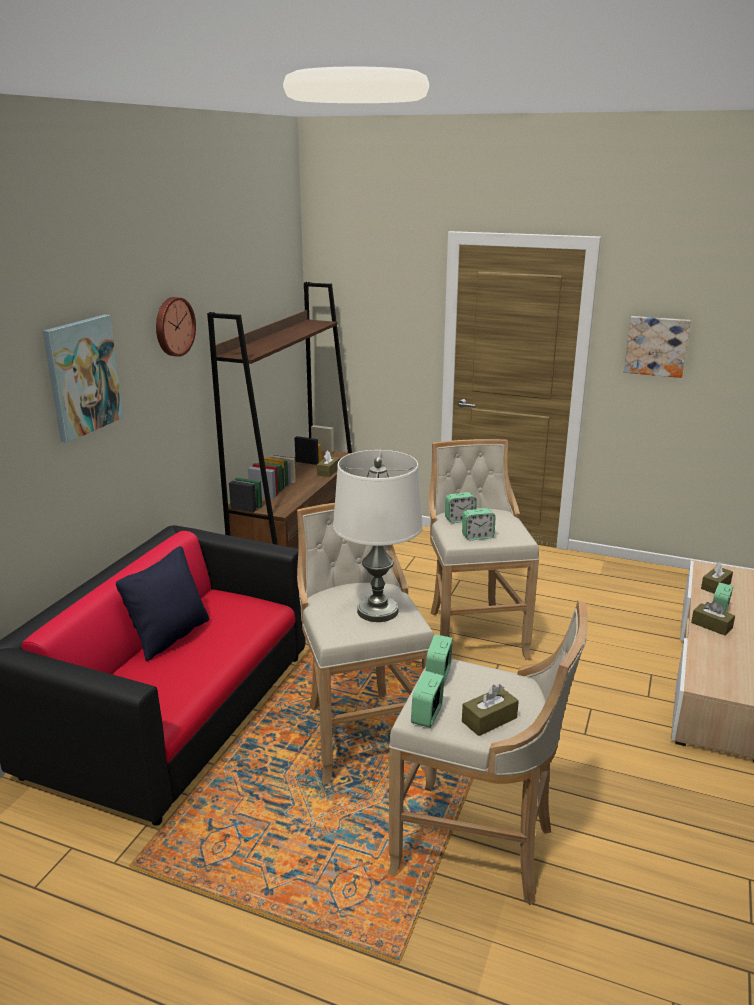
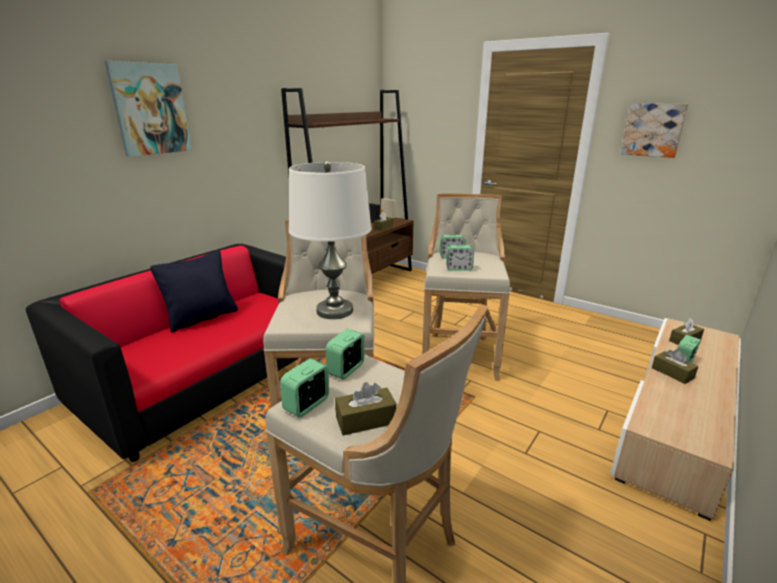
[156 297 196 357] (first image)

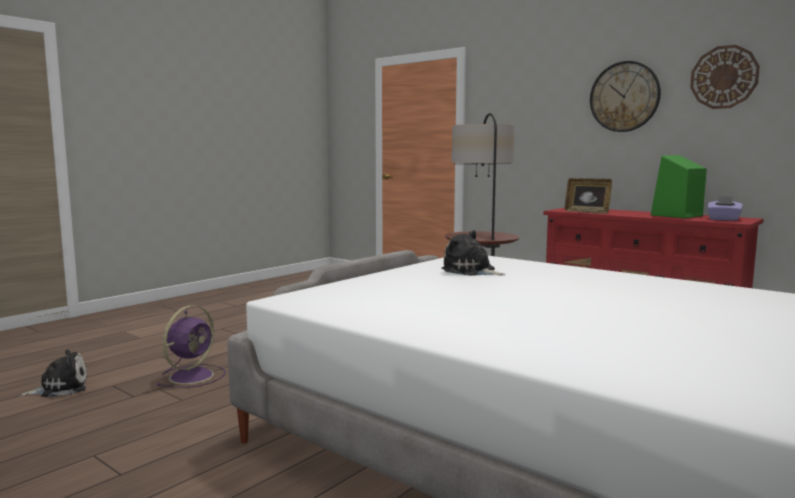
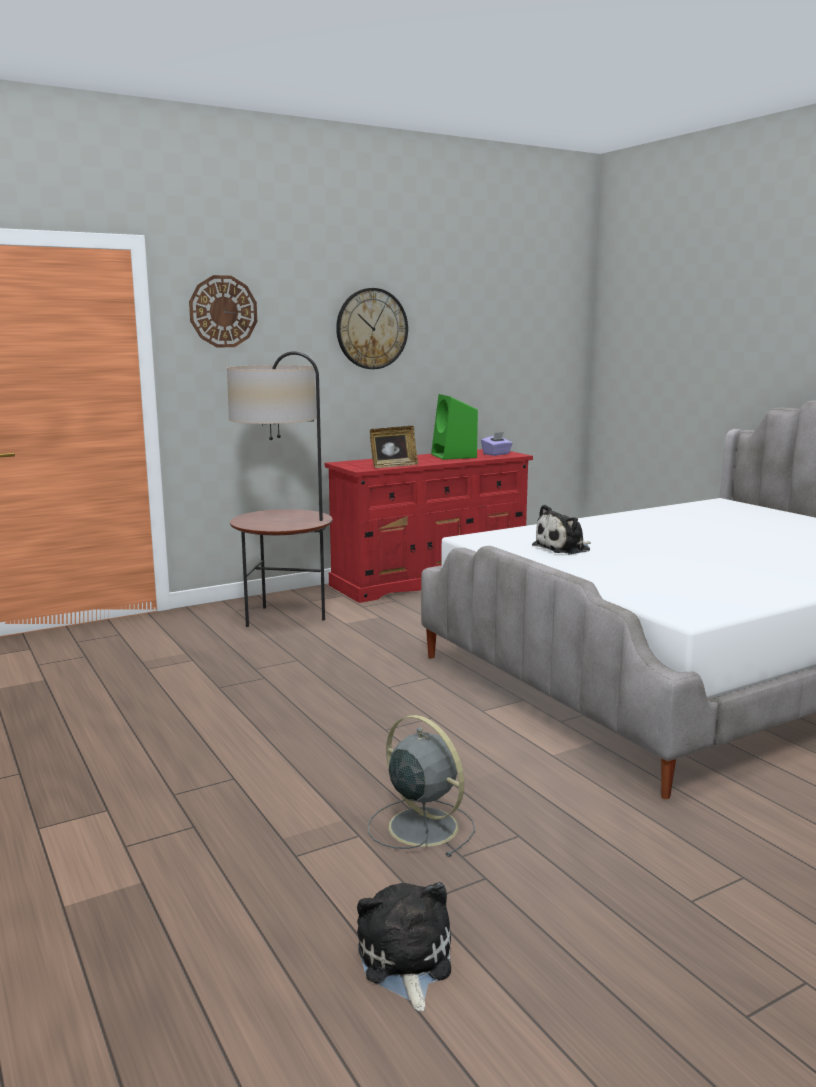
[189 275 257 347]
[368 715 475 857]

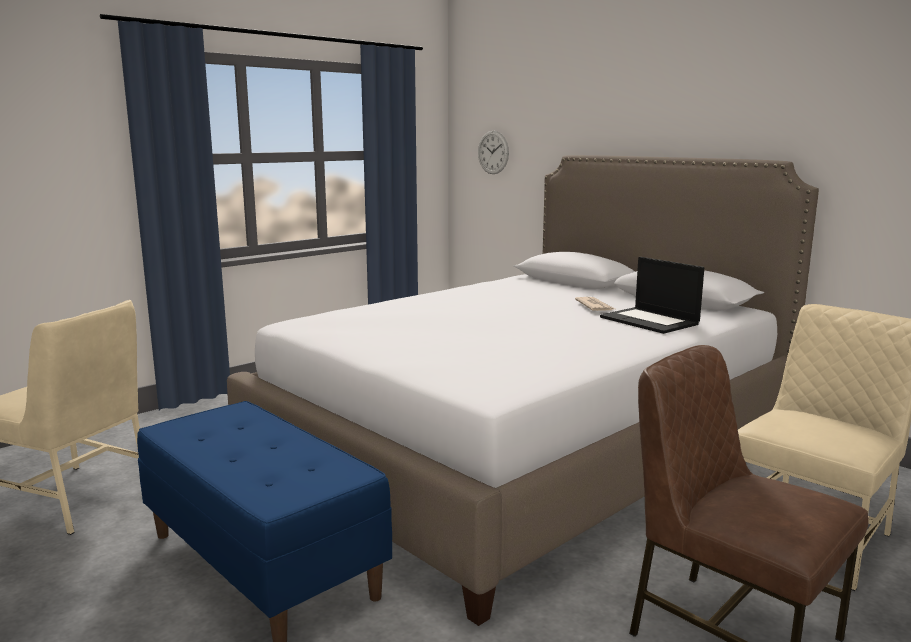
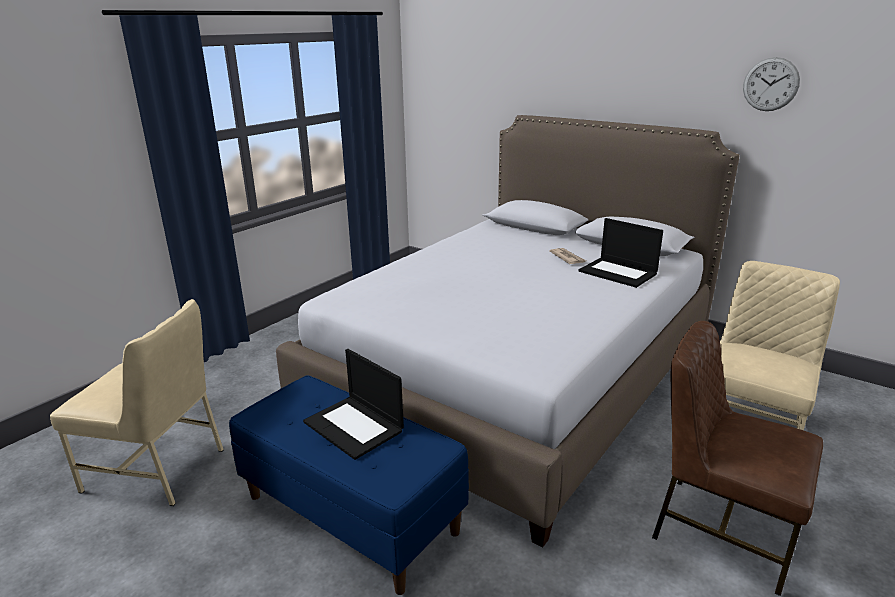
[303 349 404 460]
[743 57 800 111]

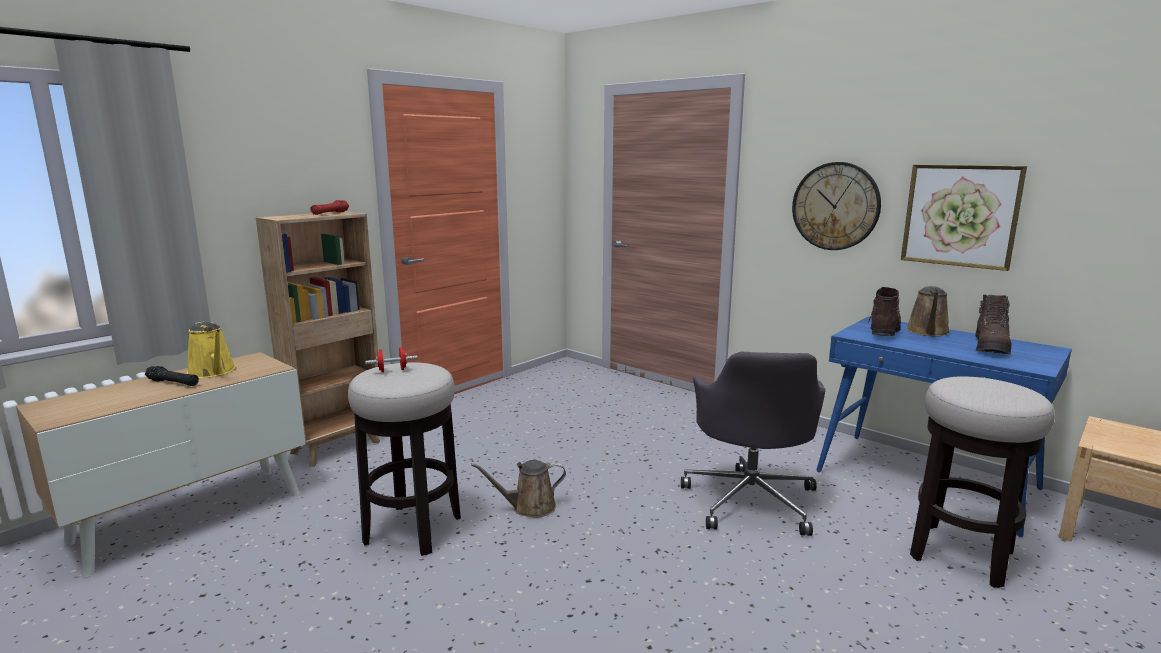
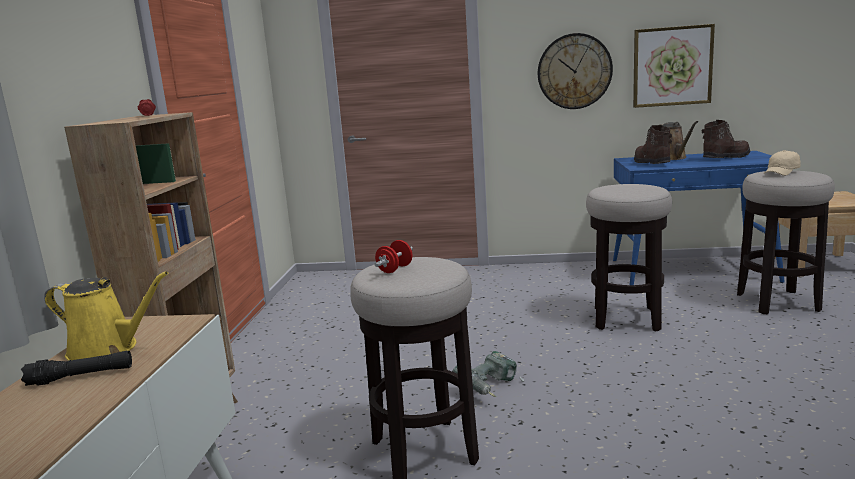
[452 351 525 397]
[586 184 672 332]
[702 120 750 158]
[763 150 801 176]

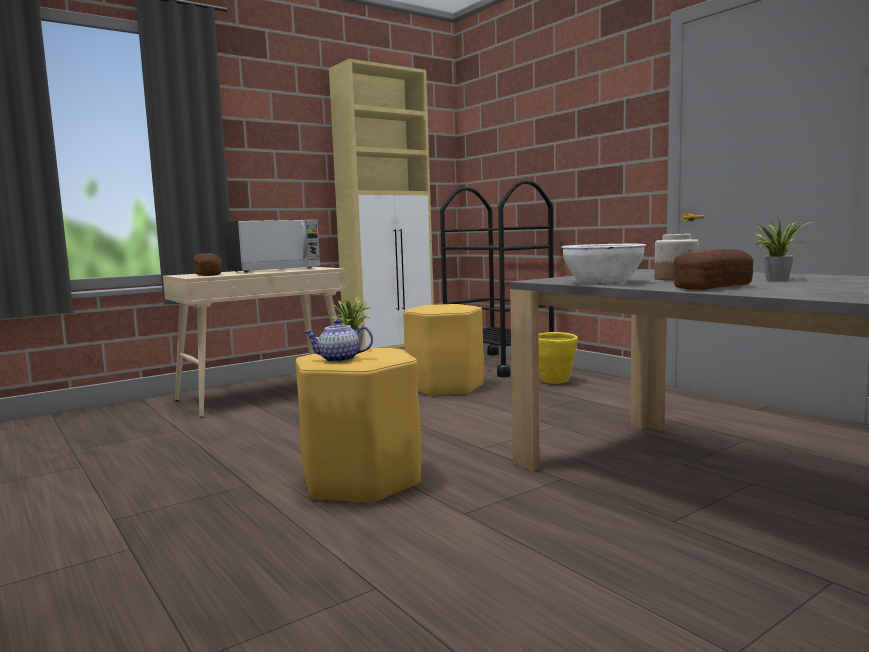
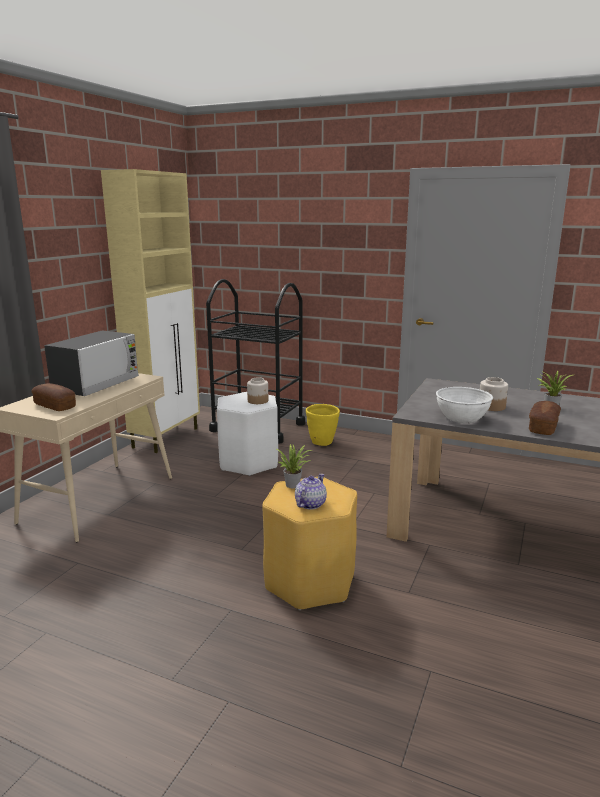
[217 392 278 476]
[247 378 268 404]
[295 474 327 510]

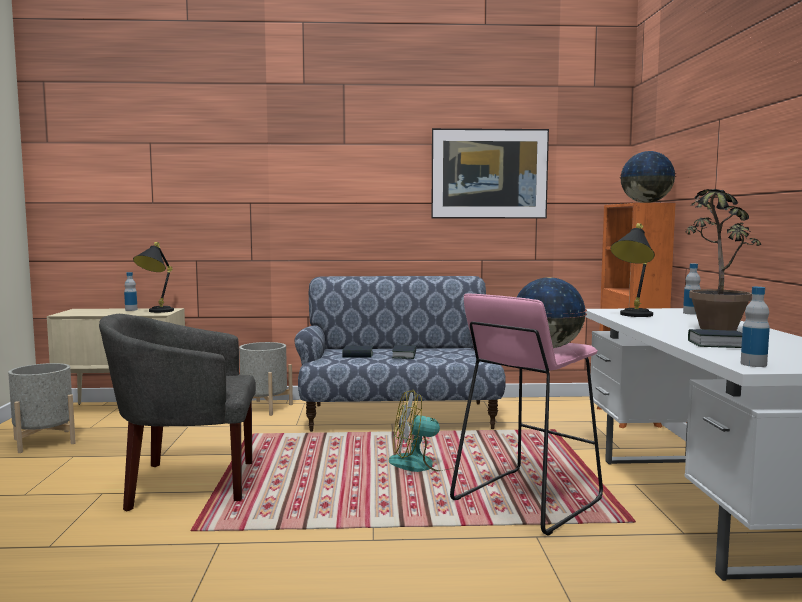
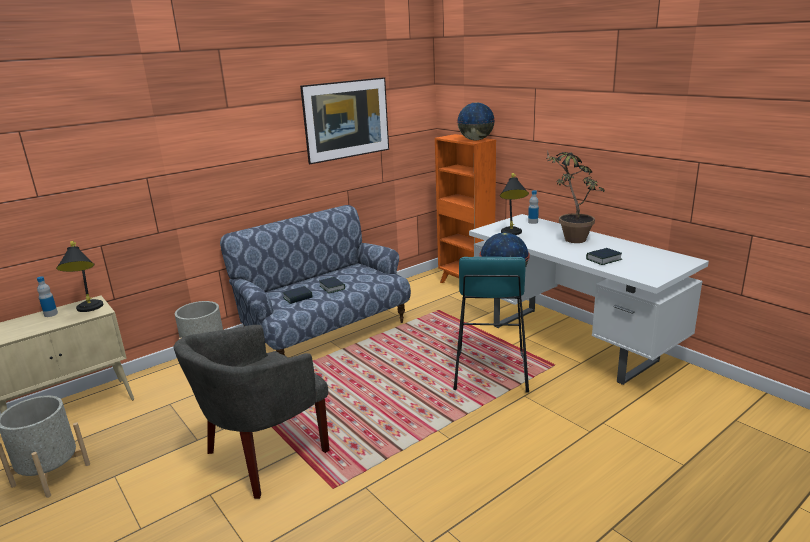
[453 257 529 393]
[389 390 455 472] (first image)
[740 287 770 367] (first image)

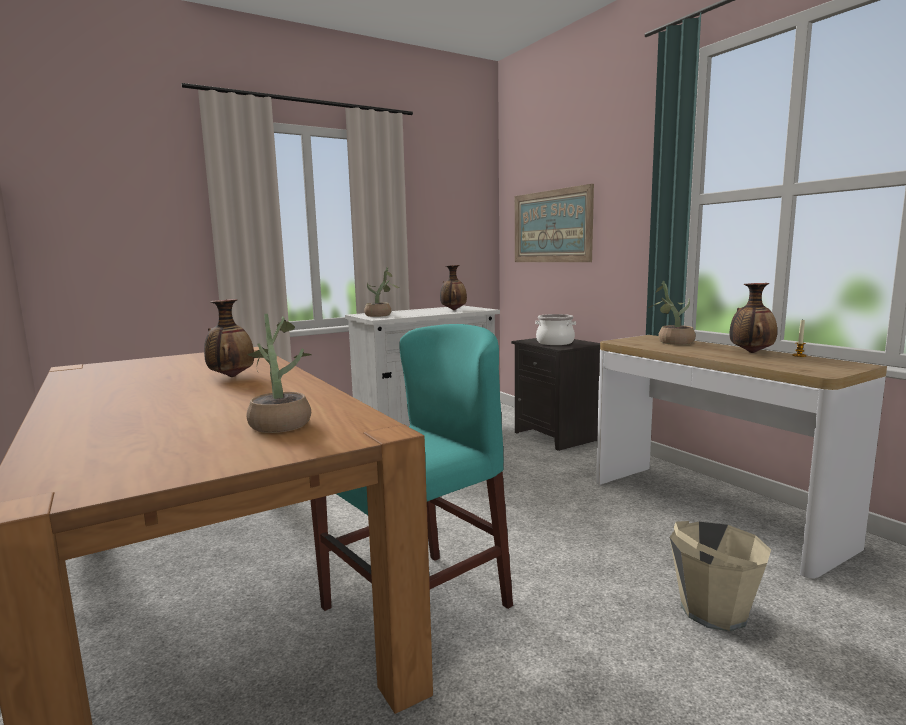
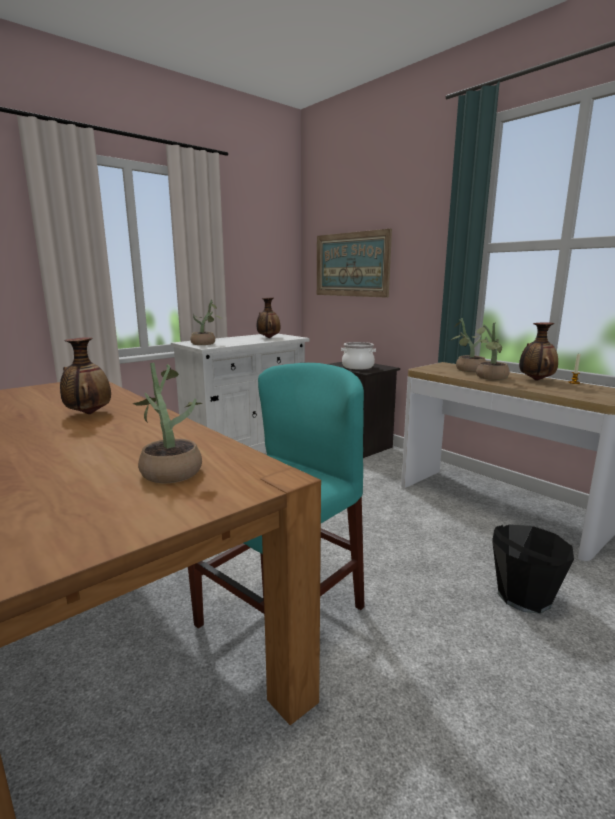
[476 322 510 380]
[492 524 574 614]

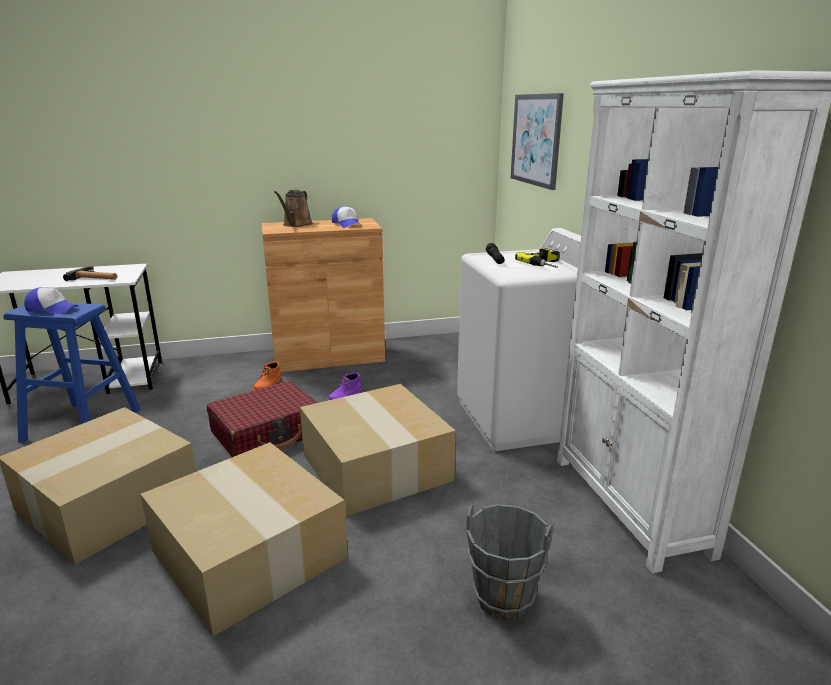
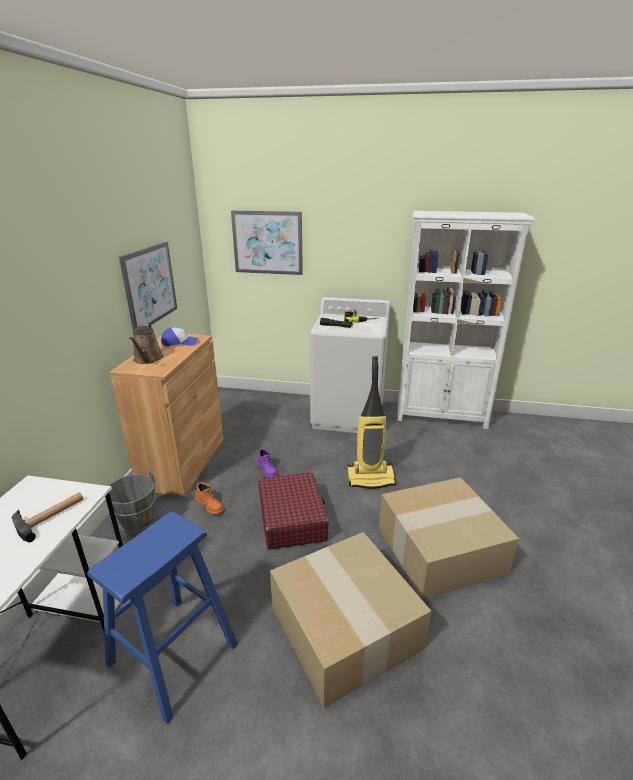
[109 470 156 537]
[119 242 177 330]
[129 324 164 364]
[347 356 396 489]
[24 287 78 314] (first image)

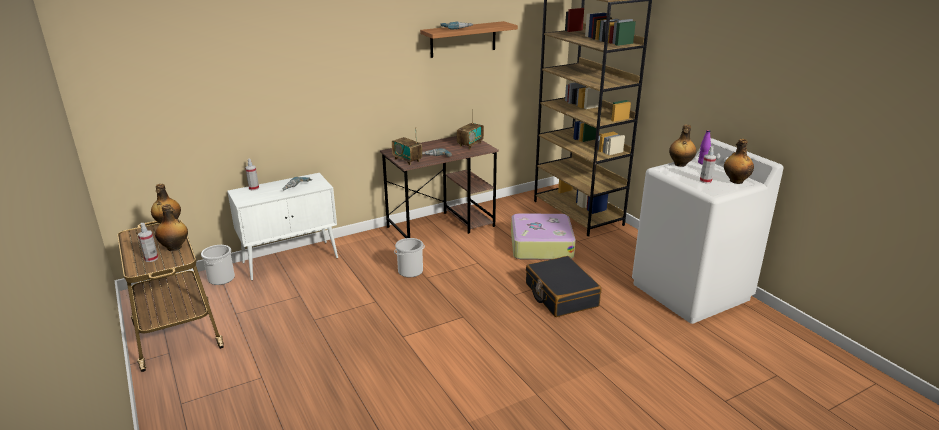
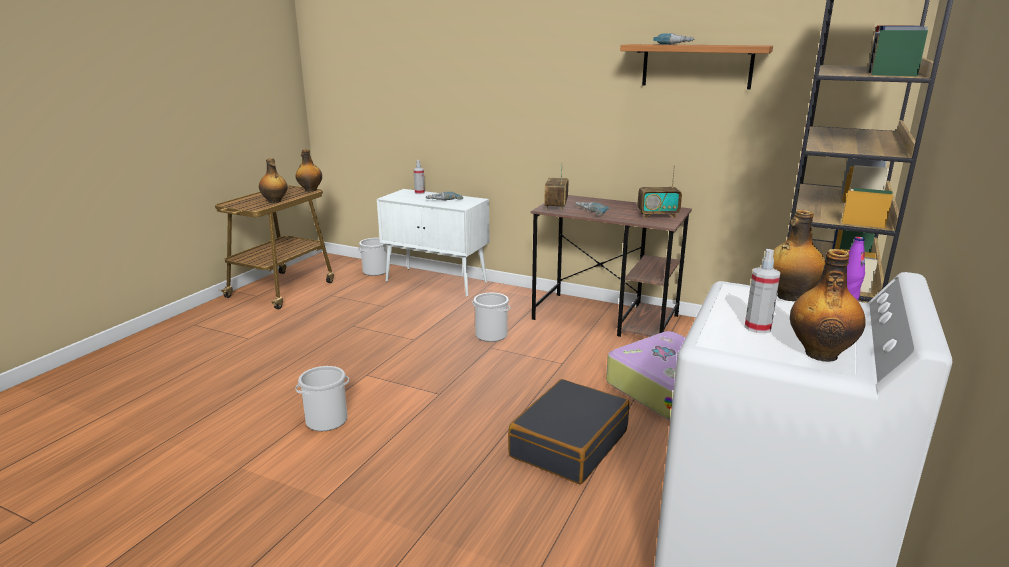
[295 366 349 431]
[138 223 158 262] (first image)

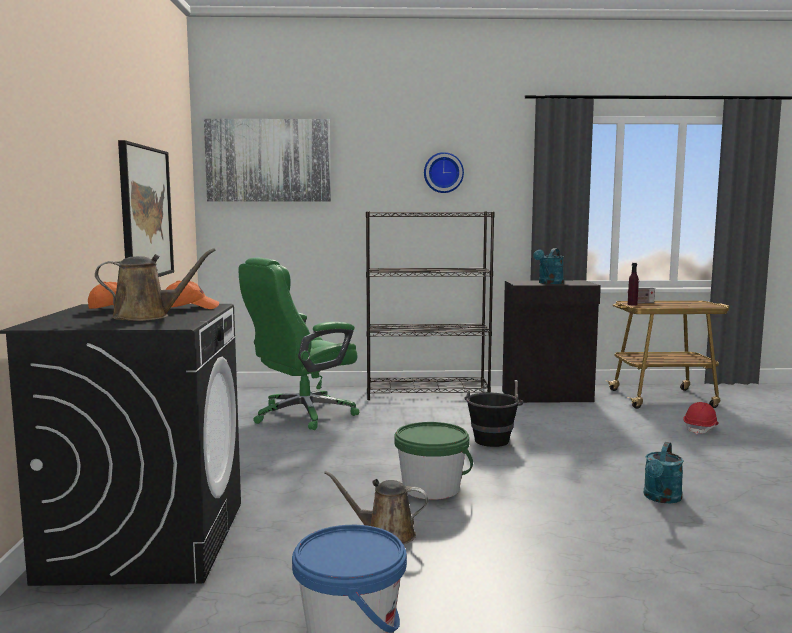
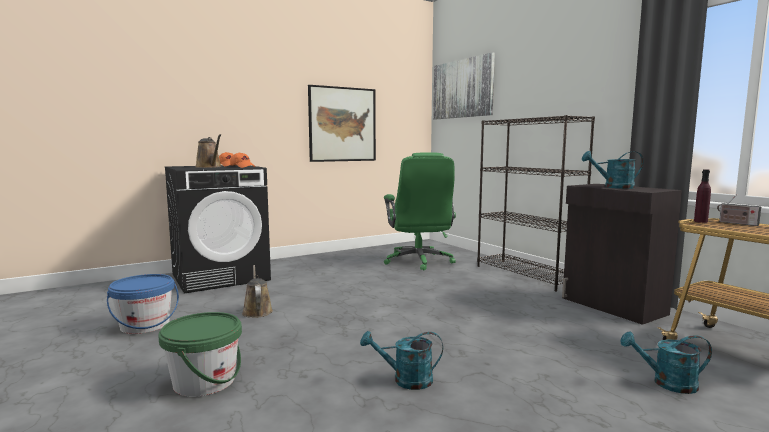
[158 312 242 397]
[384 152 456 270]
[620 332 712 394]
[424 152 464 193] (first image)
[465 391 524 447] (first image)

